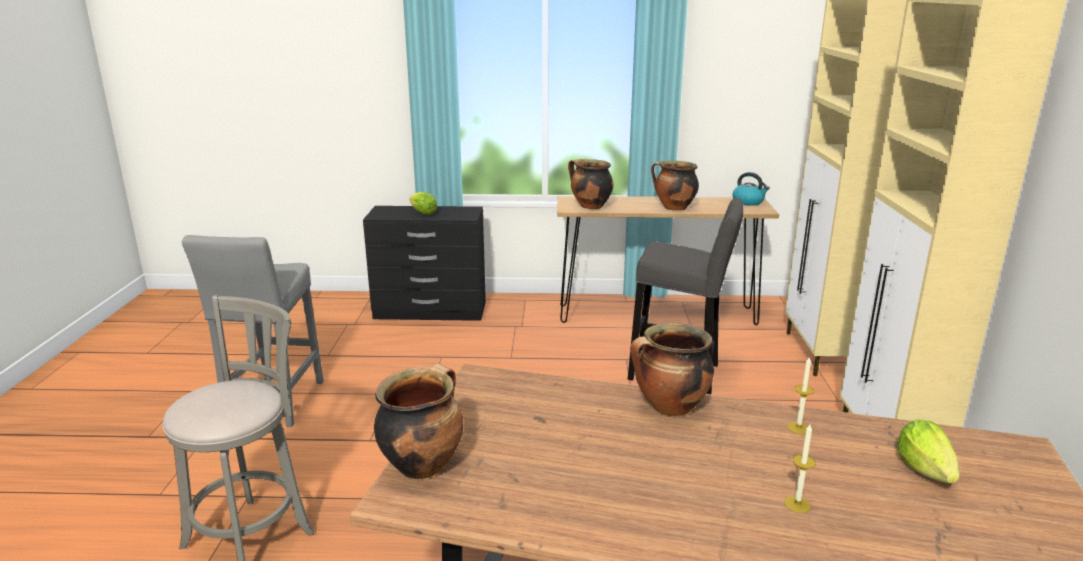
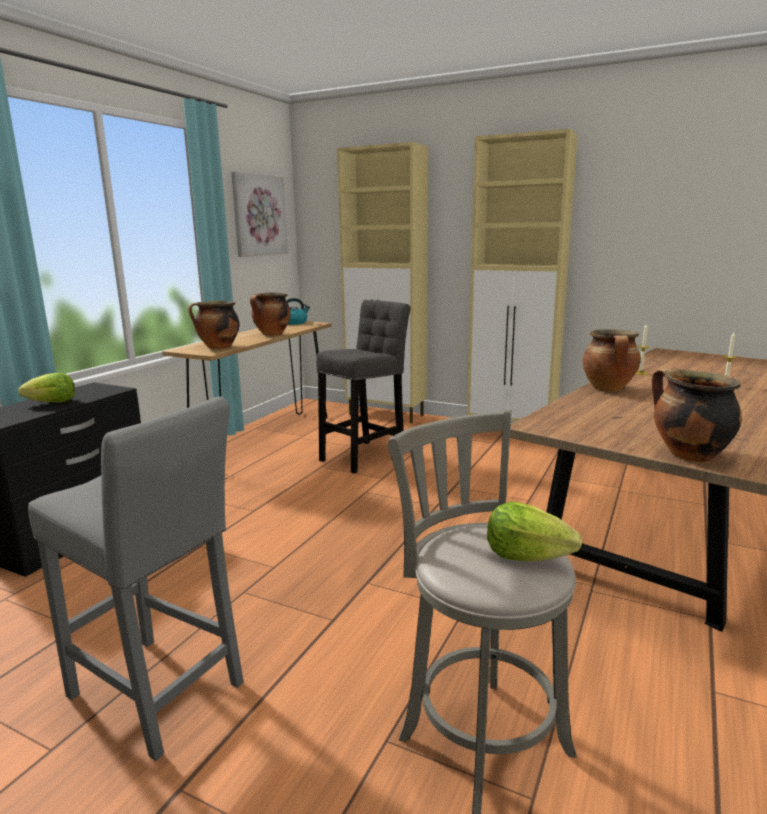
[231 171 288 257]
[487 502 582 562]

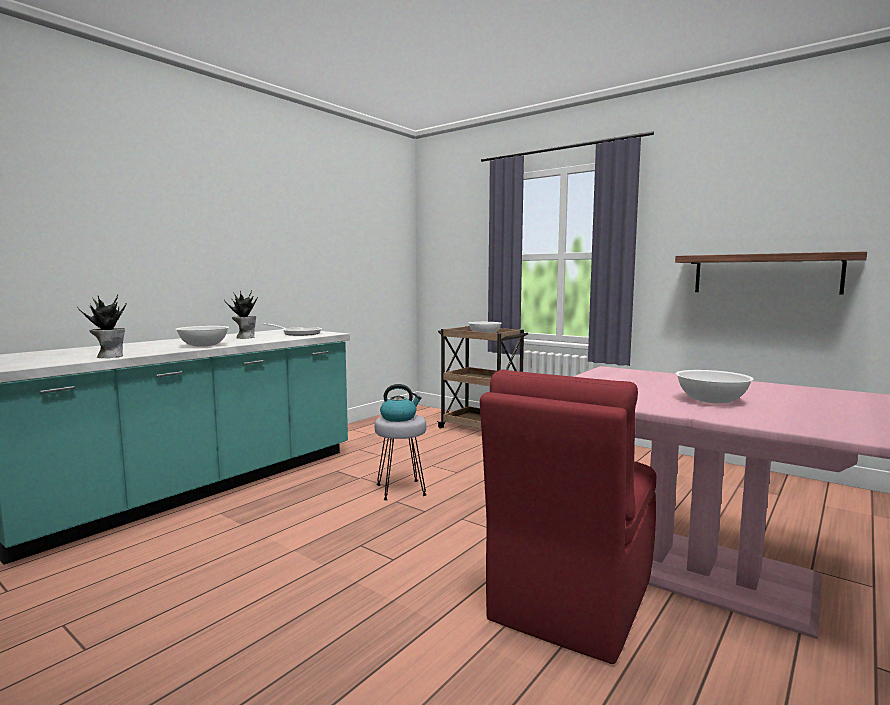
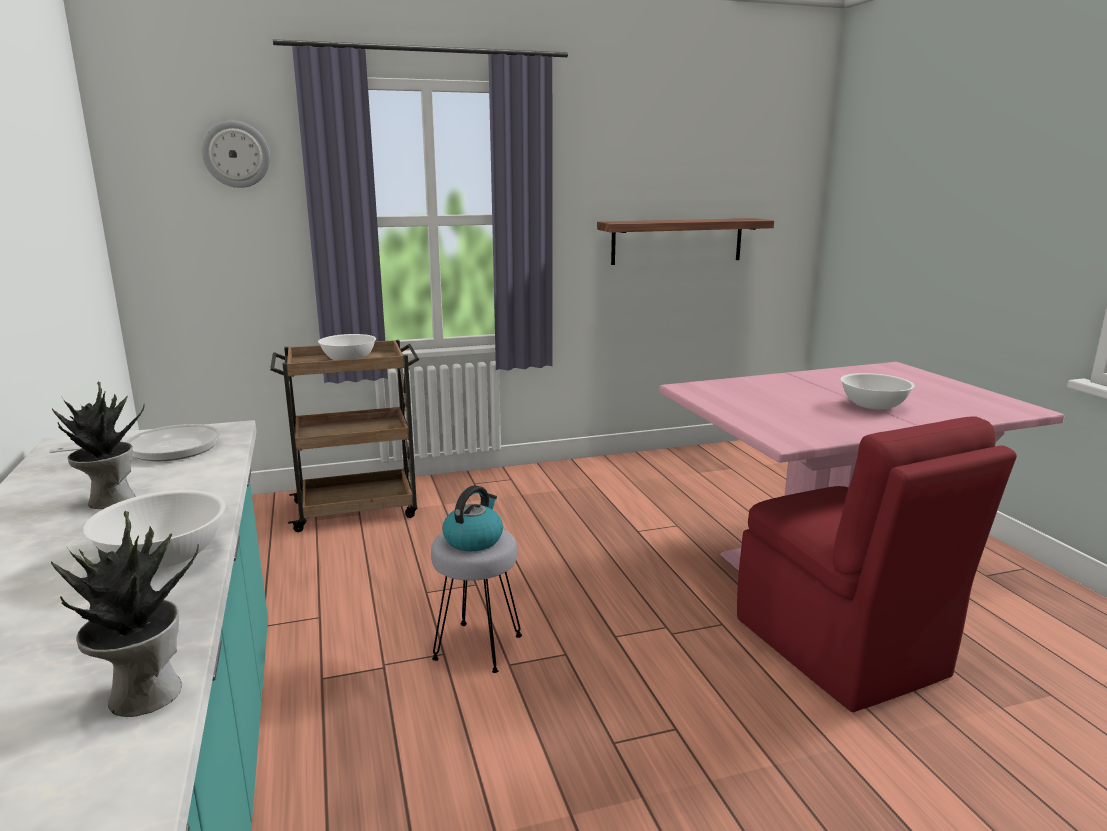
[202 121 270 188]

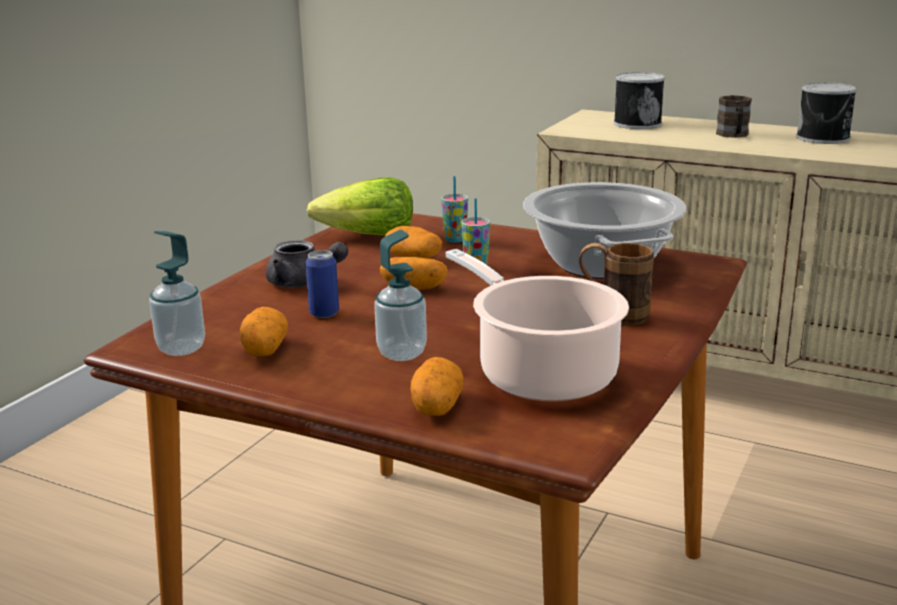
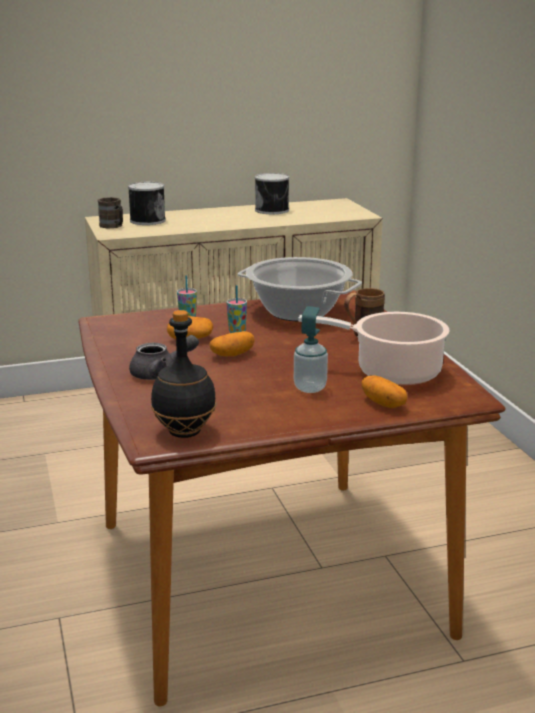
[98 197 123 229]
[151 310 216 438]
[240 307 288 357] (first image)
[305 250 339 318] (first image)
[307 177 413 235] (first image)

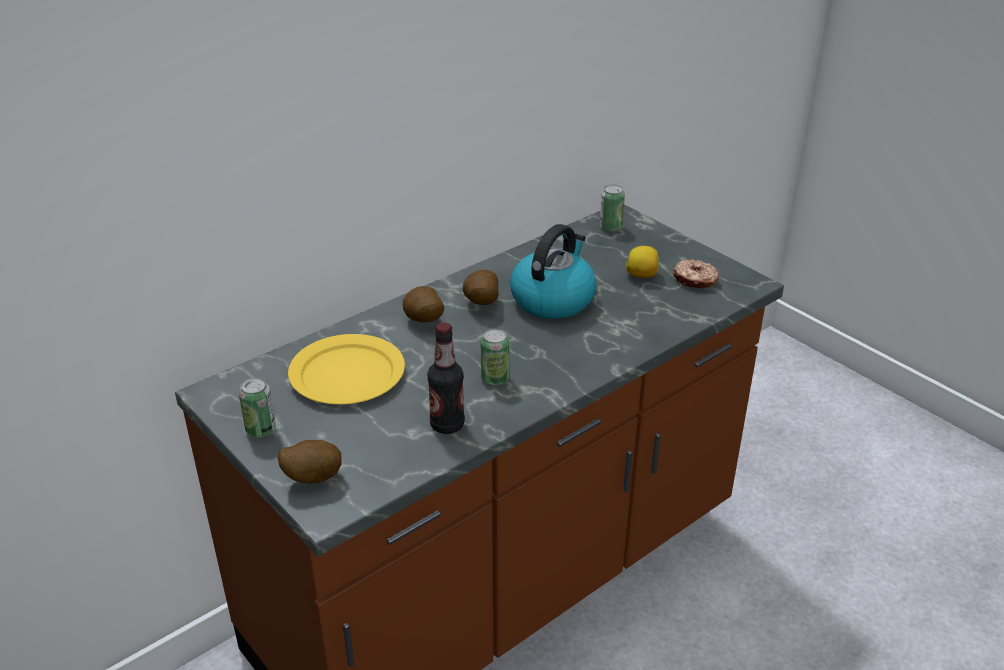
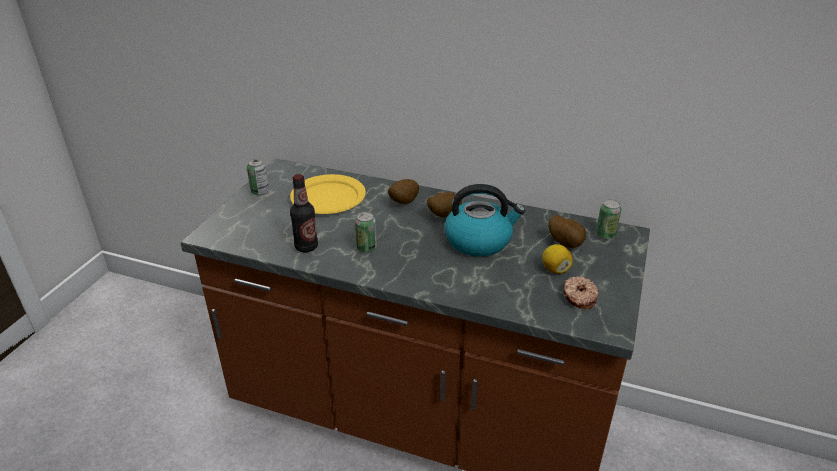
[548 215 586 248]

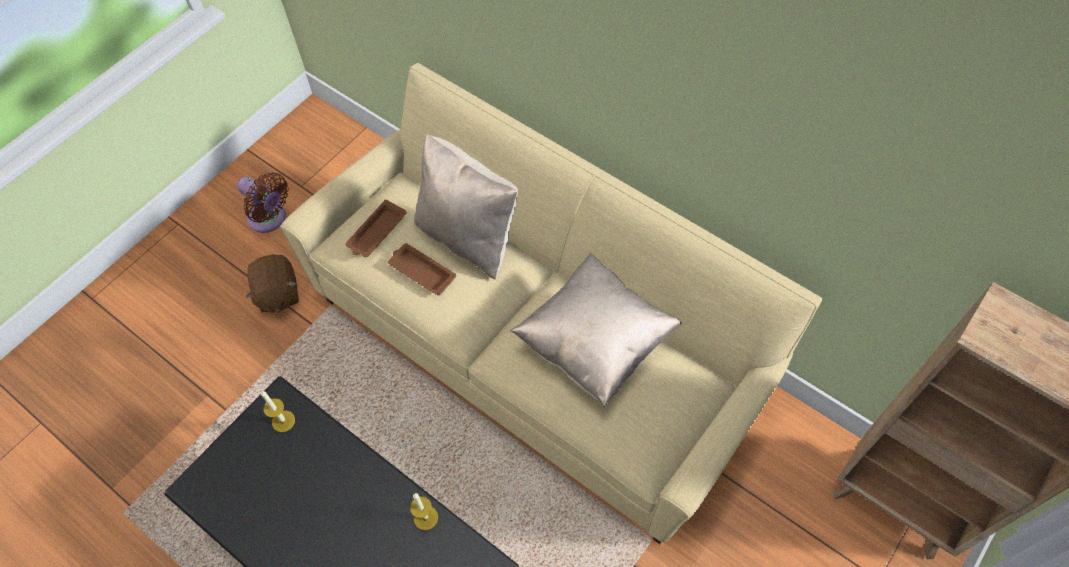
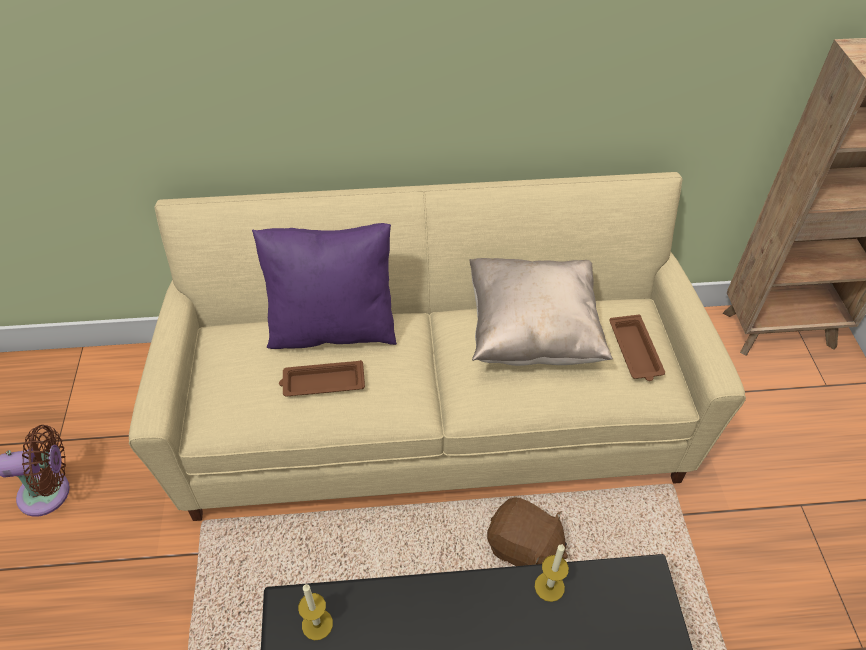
[252 223 397 349]
[487 498 568 566]
[609 315 665 381]

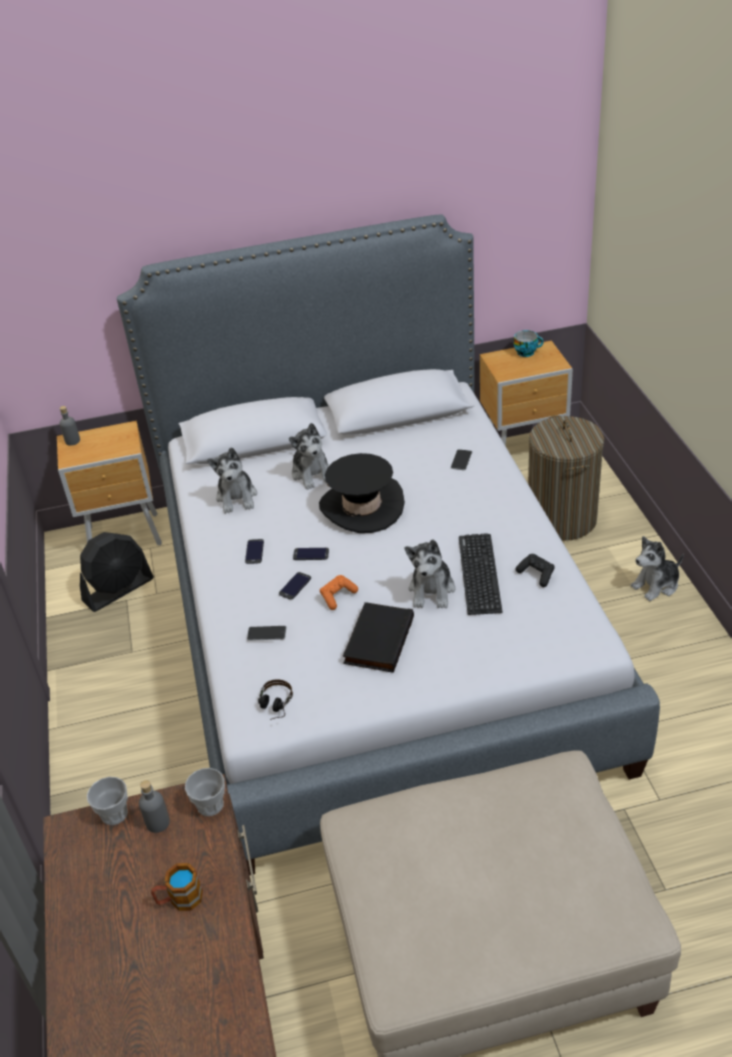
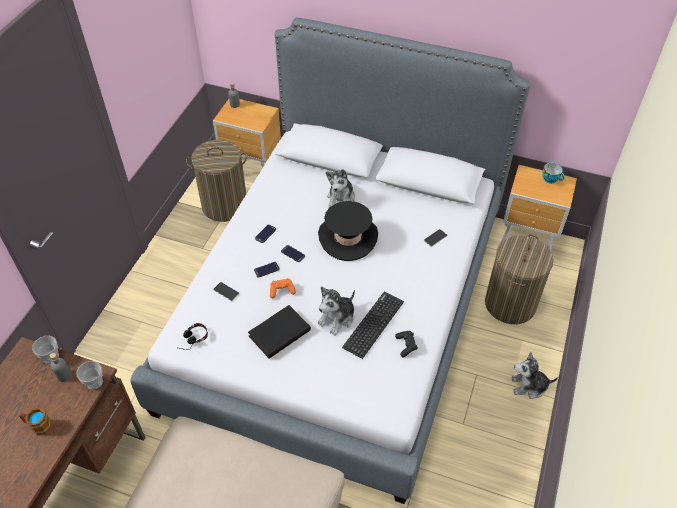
[186 140 248 222]
[207 447 257 513] (first image)

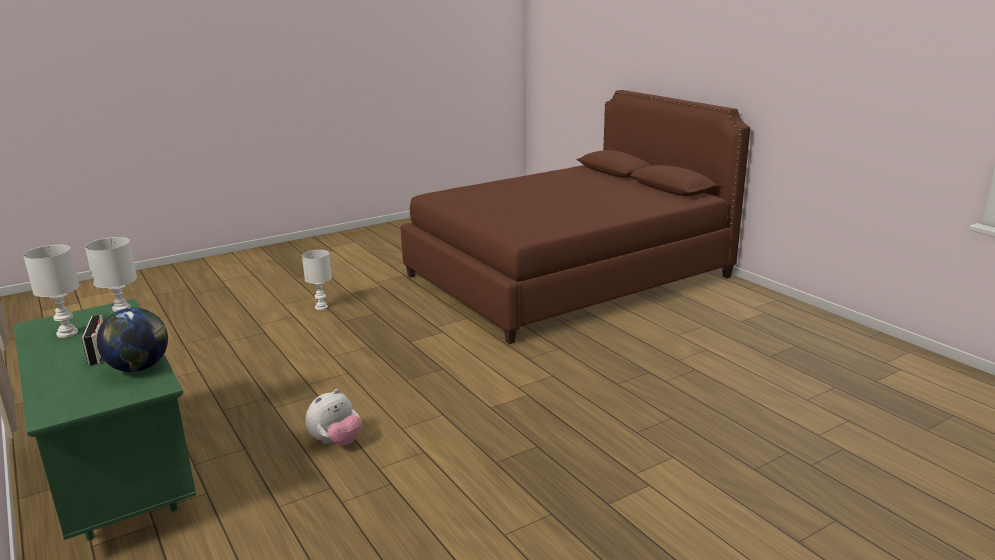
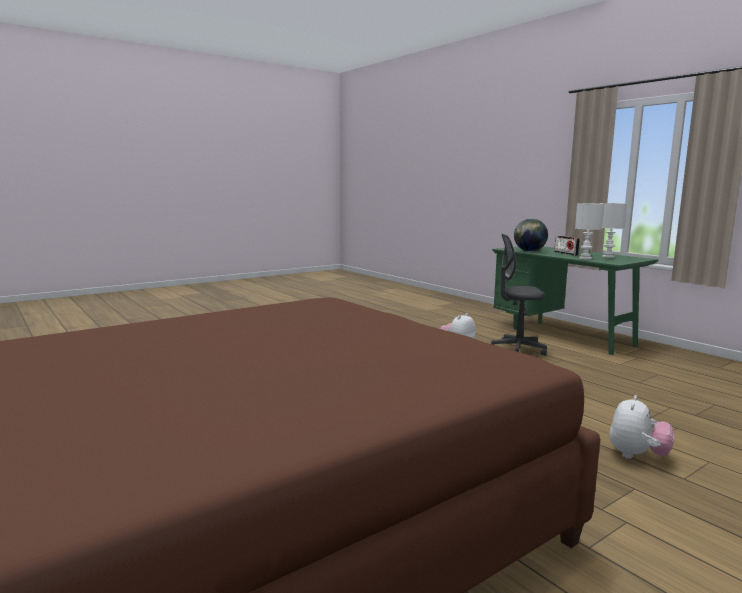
[491 233 547 356]
[609 395 674 459]

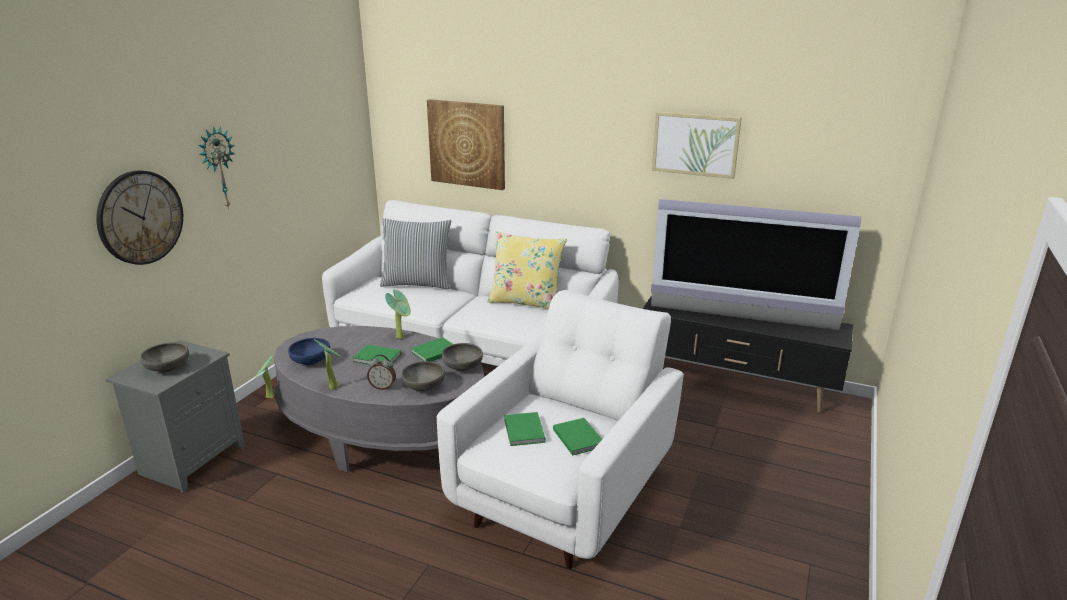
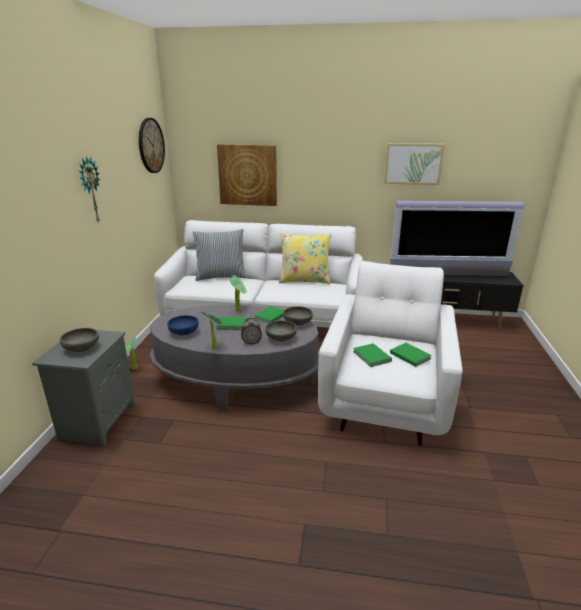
[139 118 165 173]

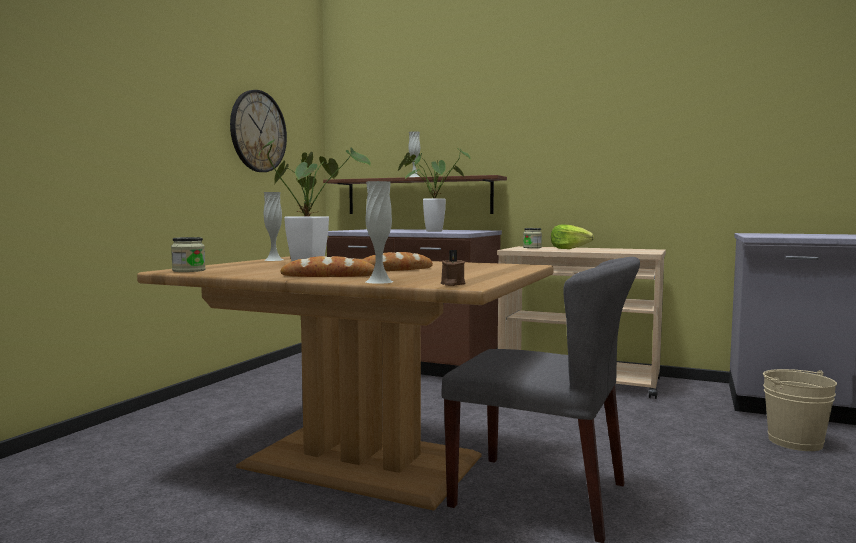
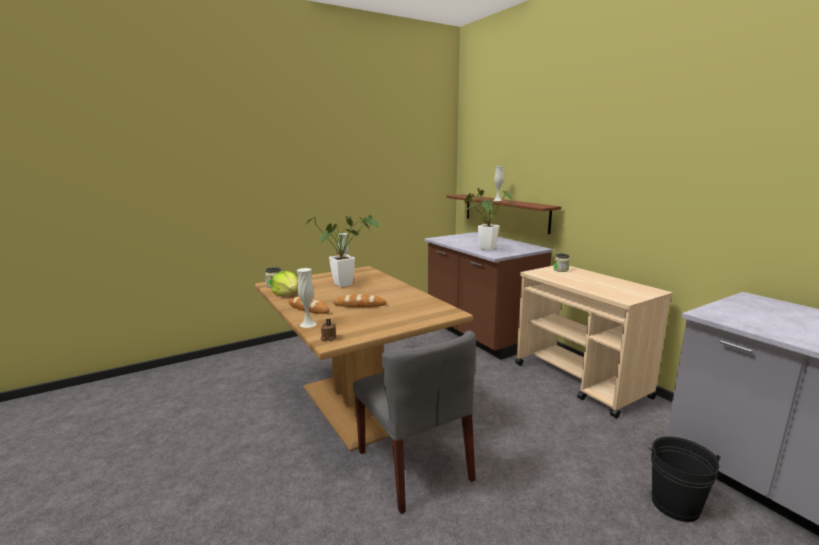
[272 271 298 296]
[648 437 721 522]
[230 90 287 172] (first image)

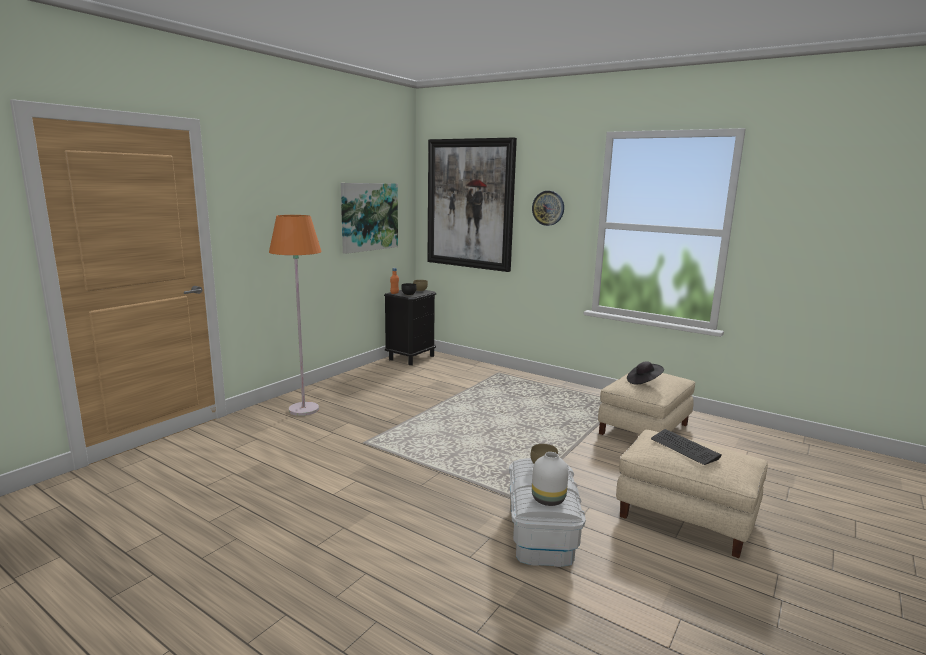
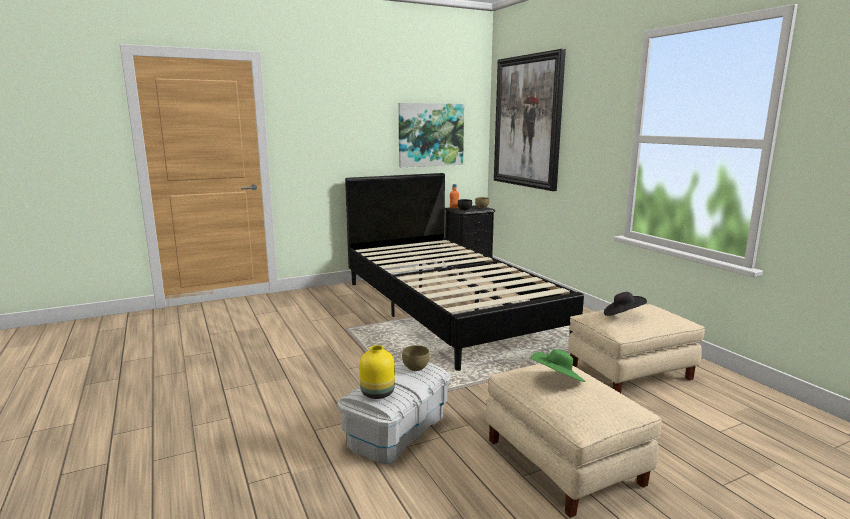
[345 173 584 371]
[359 345 395 399]
[531 349 585 382]
[269 215 322 416] (first image)
[532 191 564 226] (first image)

